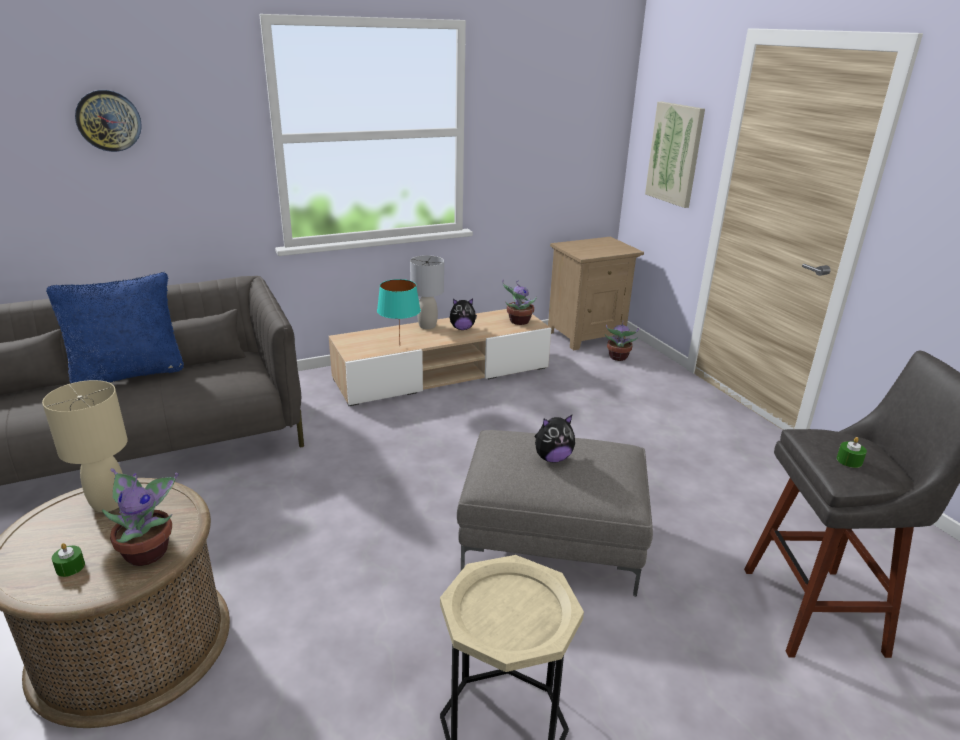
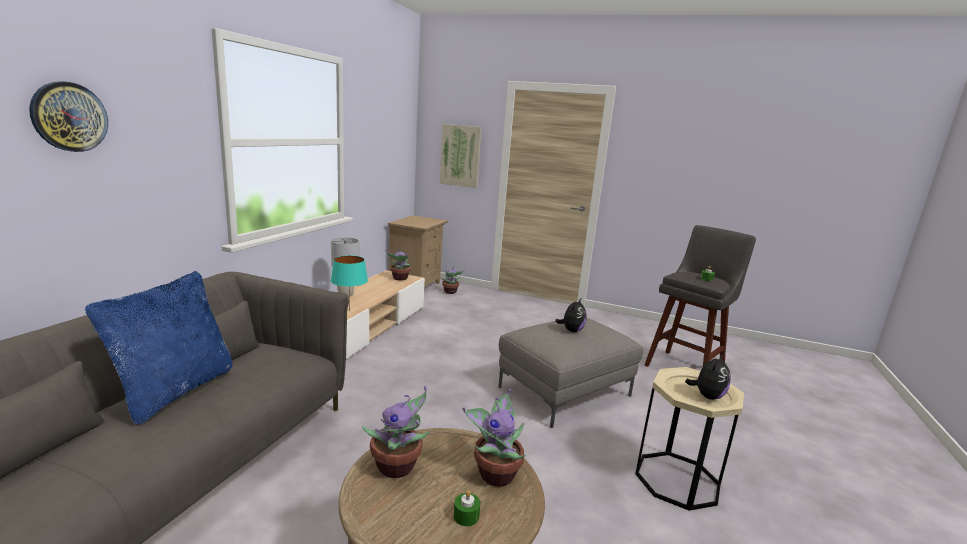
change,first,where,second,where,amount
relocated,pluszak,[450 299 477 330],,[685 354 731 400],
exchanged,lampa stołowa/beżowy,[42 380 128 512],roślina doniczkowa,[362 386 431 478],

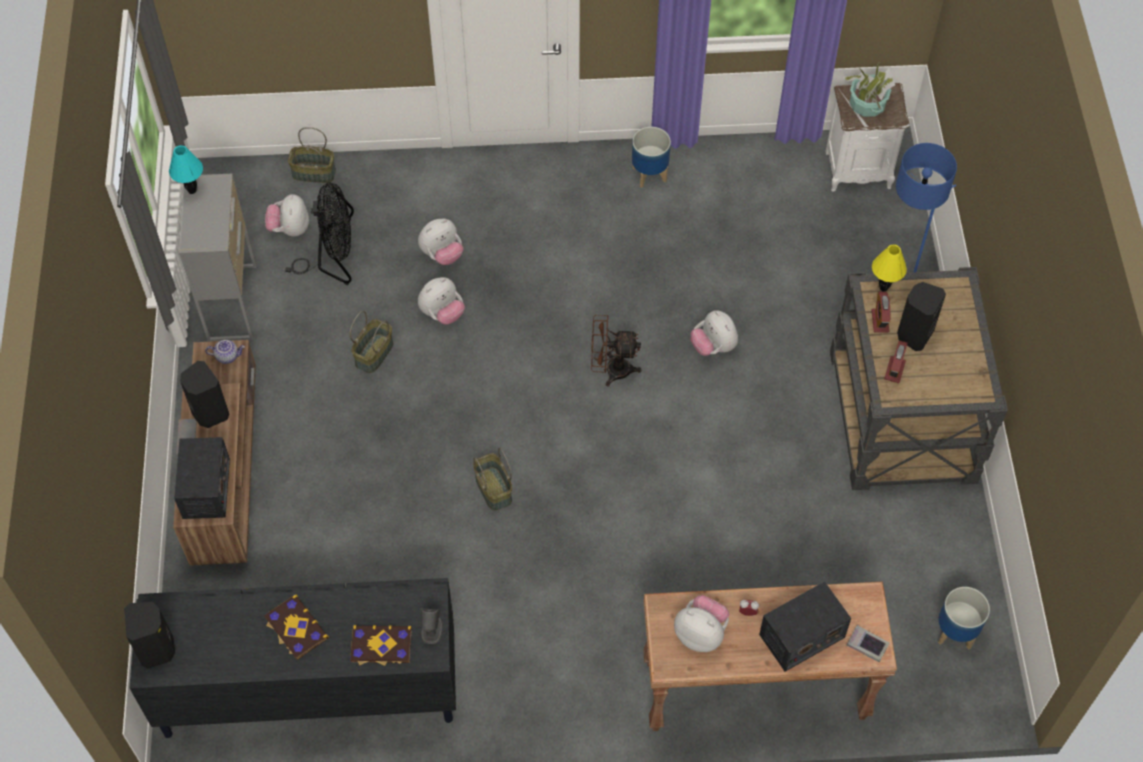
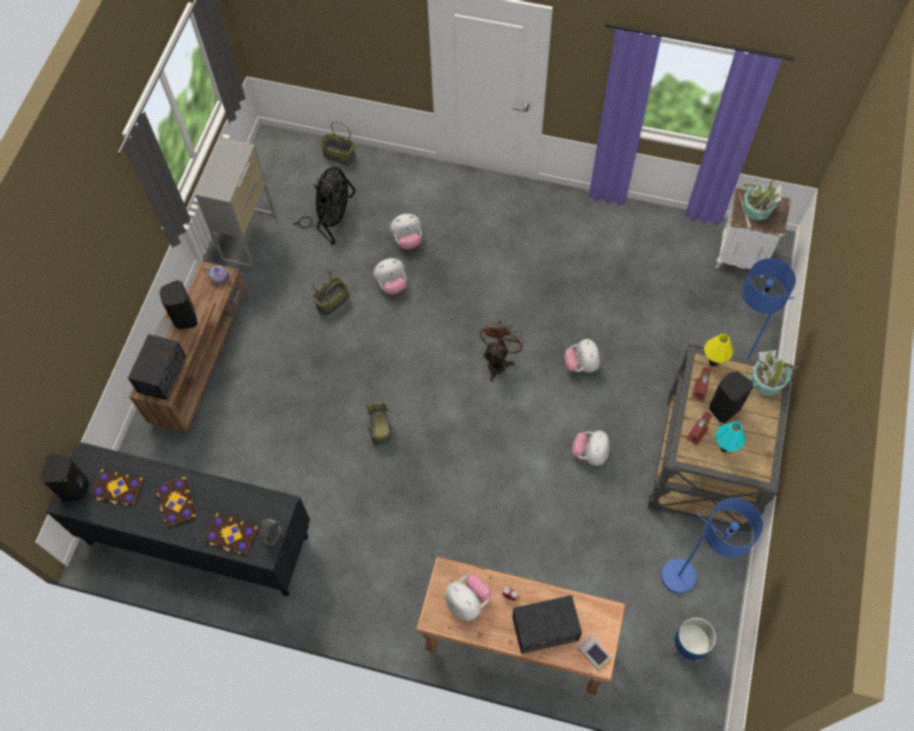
change,first,where,second,where,amount
missing,donica,[632 127 671 188],,,
appeared,,,książka,[91 469 144 506],
appeared,,,lampa stojąca/niebieski,[661 498 763 594],
appeared,,,roślina doniczkowa,[749 350 798 396],
relocated,lampa stołowa/turkusowy,[169 145 203 194],,[715 422 745 452],
relocated,pluszak,[265 194 309 236],,[572 431 609 466],
spun,wentylator/brązowy,[591 315 641 387],,[480 321 525 381],90 degrees clockwise

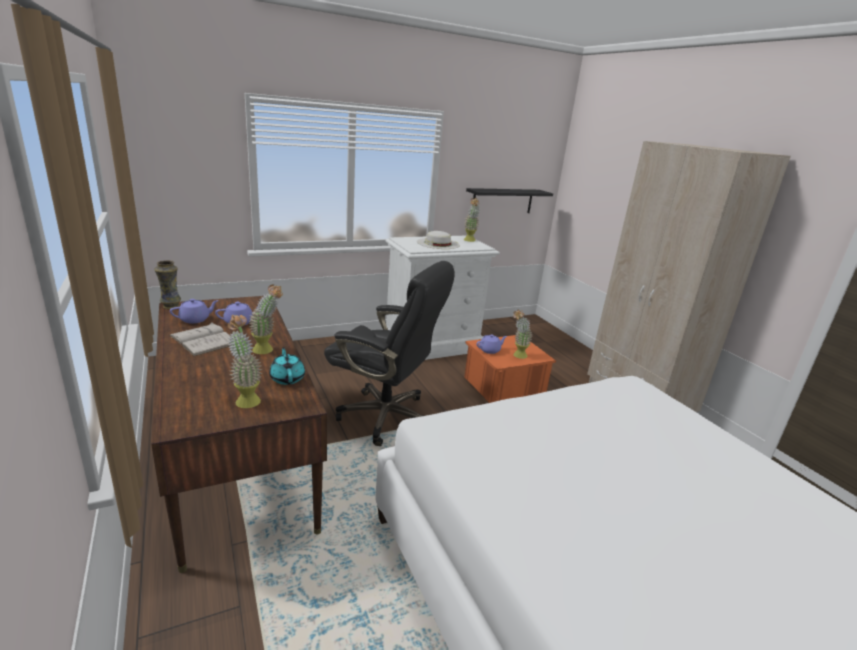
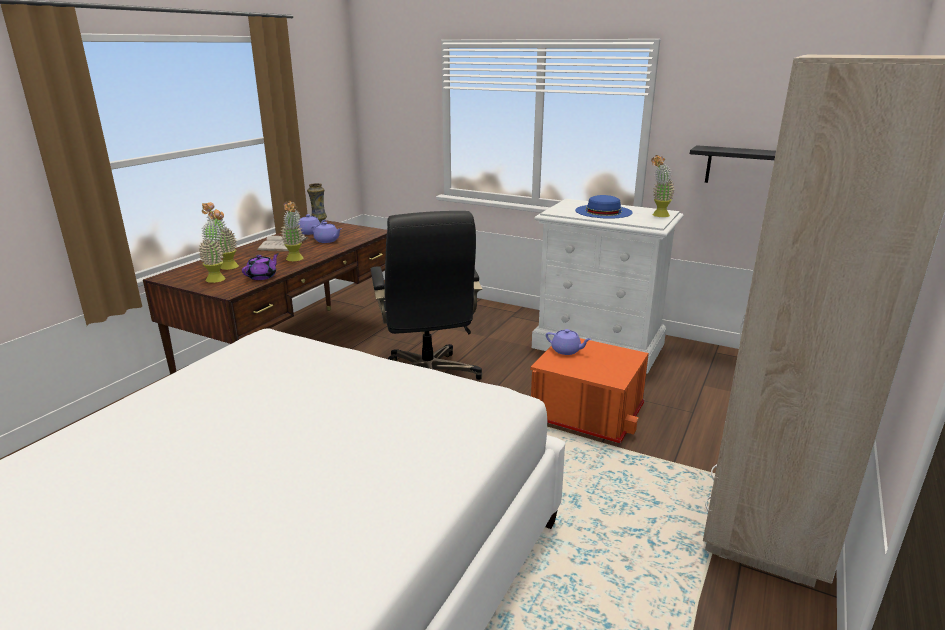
change,first,where,second,where,amount
relocated,roślina doniczkowa,[513 309 532 359],,[202 202 239 270],
colour,imbryk/turkusowy,[269 347 305 385],imbryk/fioletowy,[242 253 279 280],
colour,kapelusz/biały,[417 231 460 249],kapelusz/niebieski,[575 195 633 219],

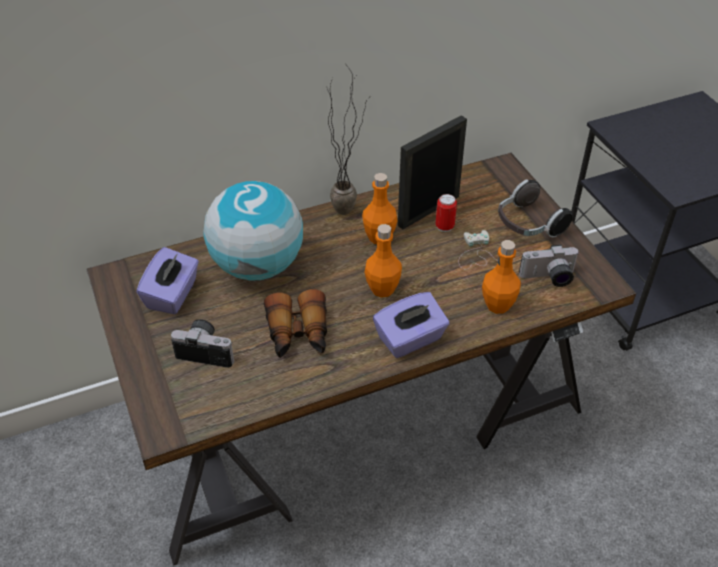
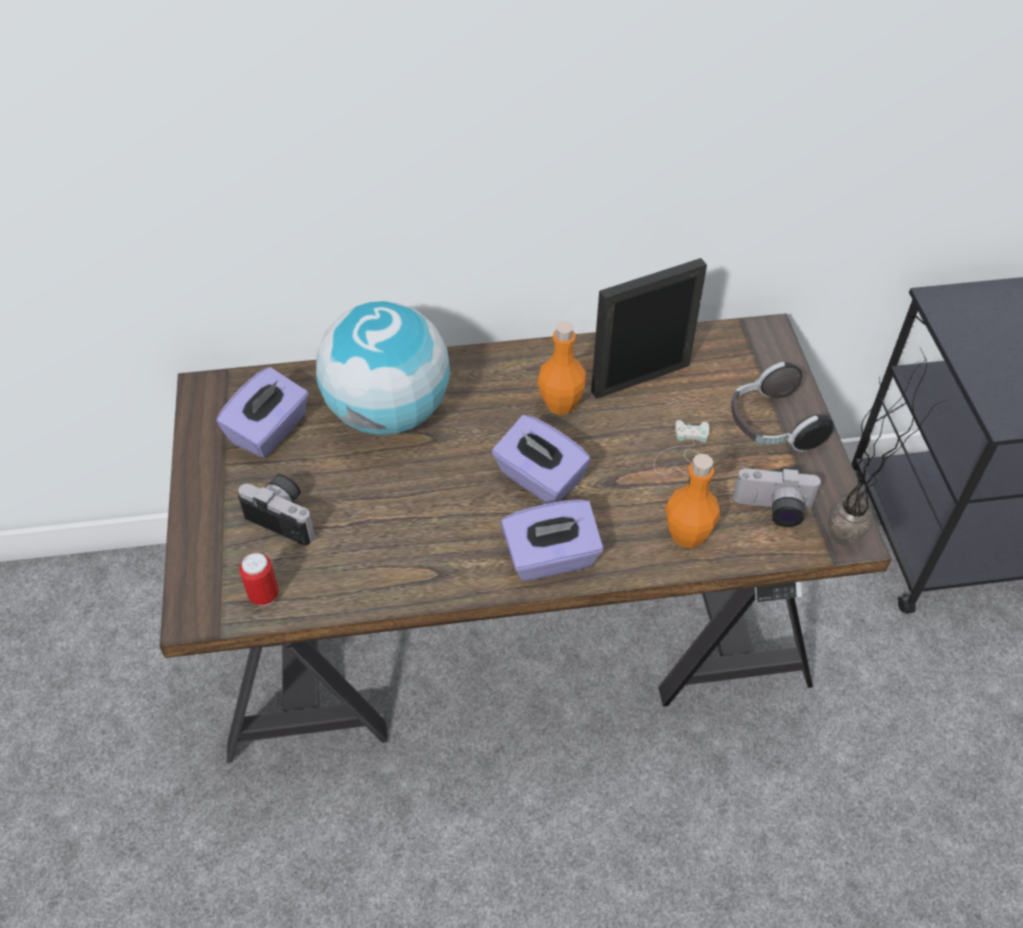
change,first,where,second,where,amount
missing,lornetka,[264 289 327 358],,,
relocated,roślina doniczkowa,[327 66 369 215],,[828 348 946 546],
relocated,puszka,[435 194 457 232],,[239 553 279 606],
exchanged,butelka/pomarańczowy,[364 224 402 298],pudełko chusteczek/fioletowy,[492 415 591 504],

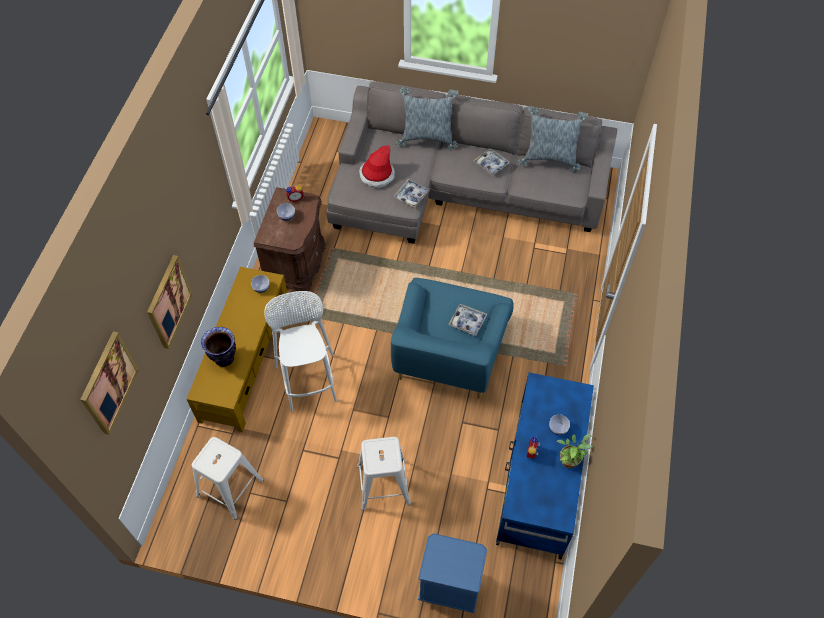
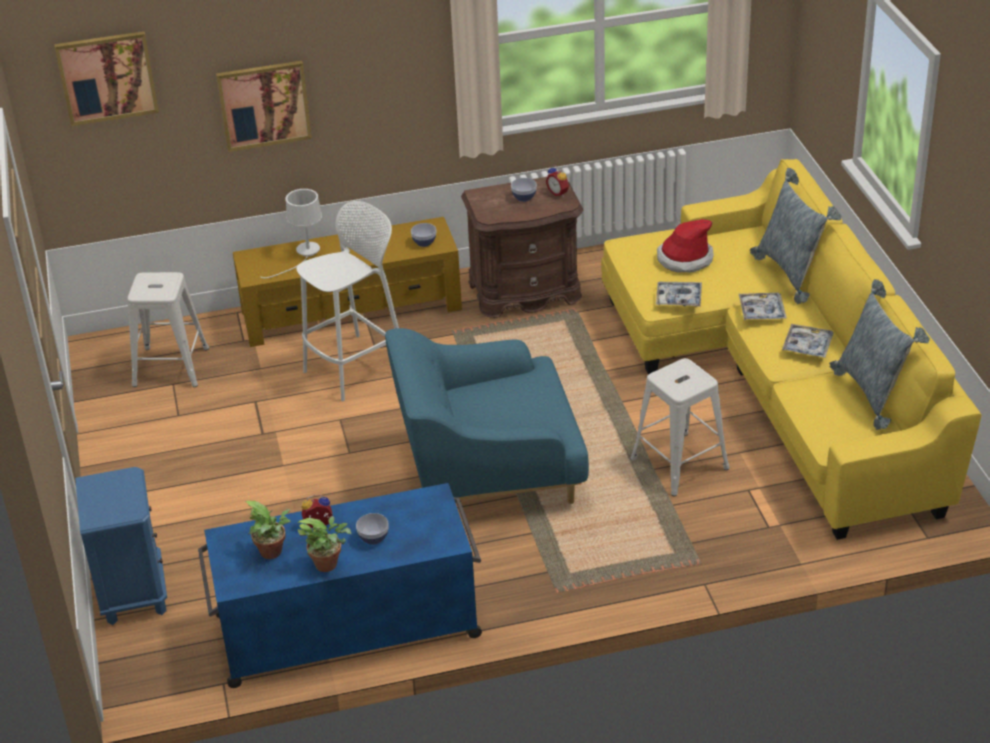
change,first,where,second,where,amount
appeared,,,roślina doniczkowa,[245 501 291 559],
relocated,stołek/biały,[357 437 411 511],,[630 358 730 496],
relocated,taca,[448 304 488 336],,[739 293 787 320],
exchanged,wazon,[201 327 236 367],lampa stołowa/biały,[260 189 322 279],
colour,kanapa/szary,[327 81 617 244],kanapa/żółty,[601 159 982 540],

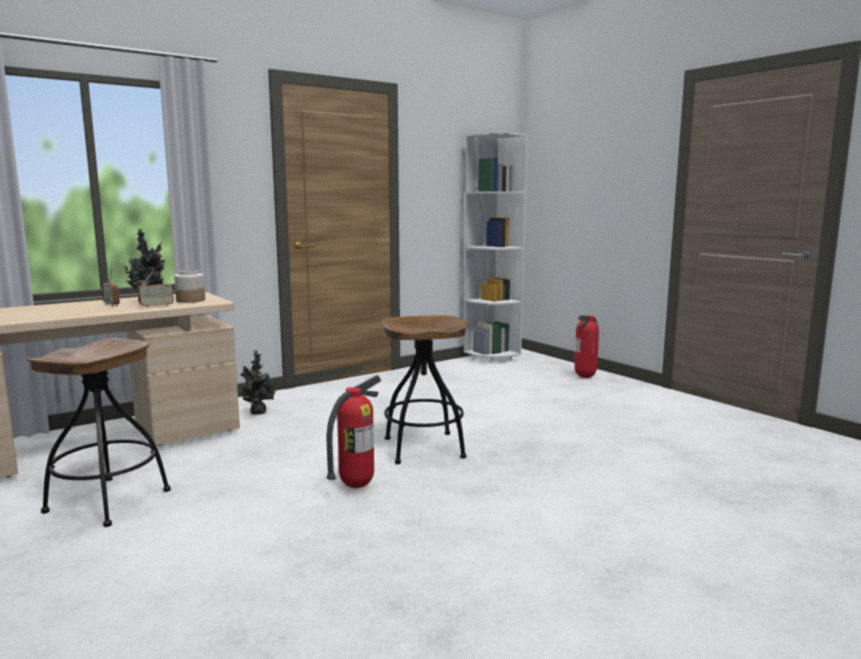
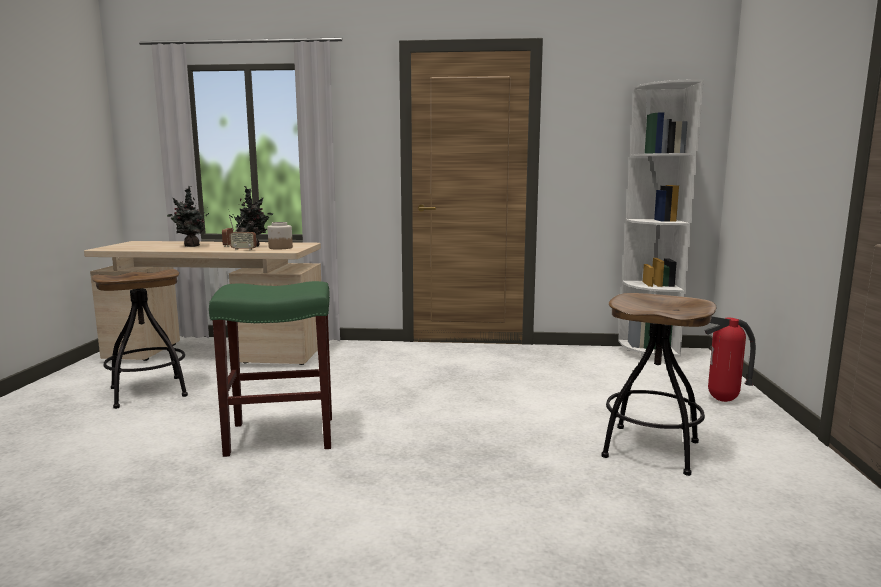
change,first,where,second,where,amount
relocated,roślina doniczkowa,[240 350 277 415],,[167 186 209 247],
relocated,stołek/brązowy,[382 315 468 464],,[602 293 717 476],
exchanged,gaśnica,[327 375 381 488],stołek/zielony,[209 281 332 457],

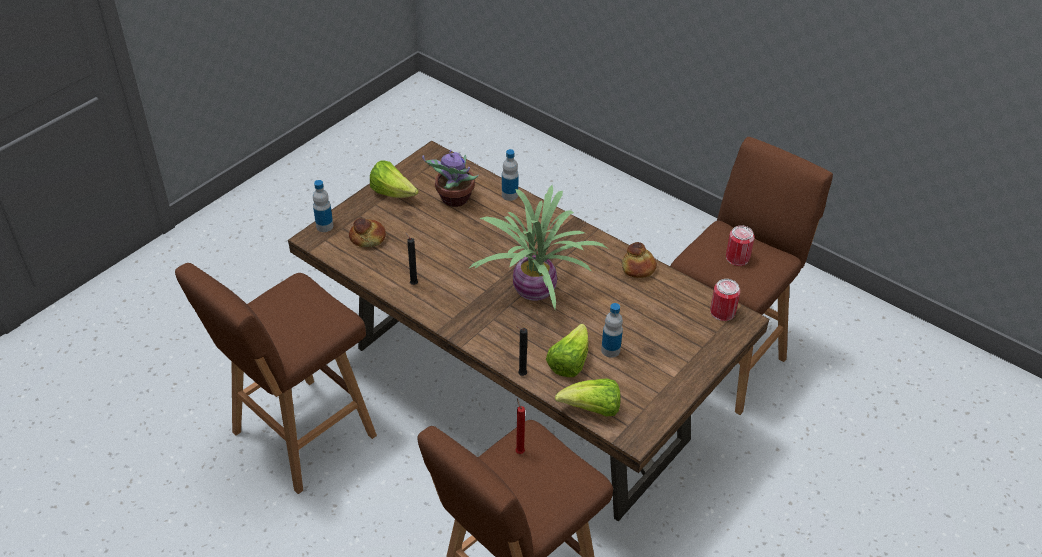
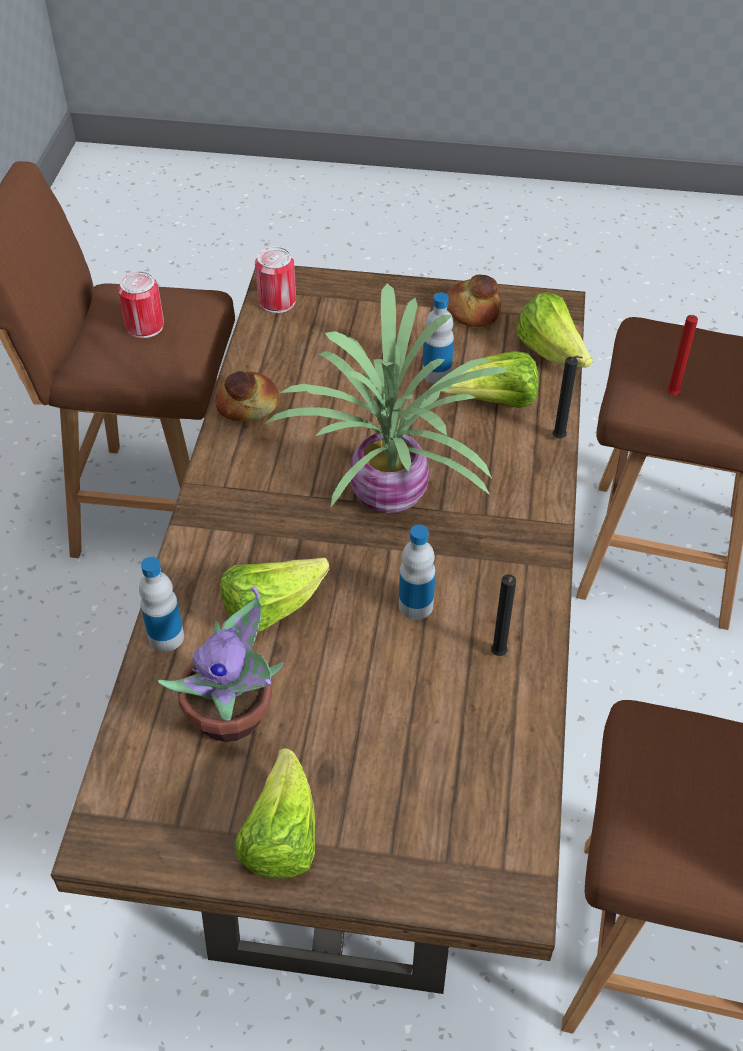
change,first,where,second,where,amount
appeared,,,sałata,[220 558 330 632],
relocated,butelka,[313 180 333 232],,[399 525 436 620],
relocated,chleb,[349 218 386 247],,[447 275 501 327],

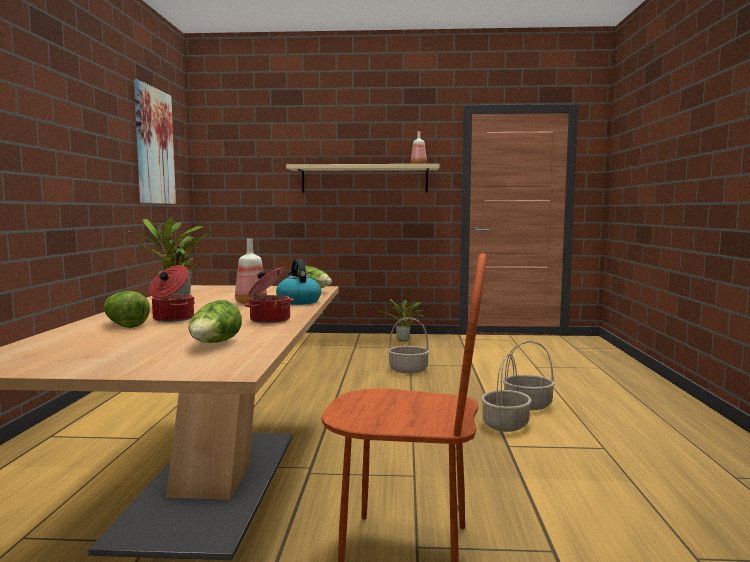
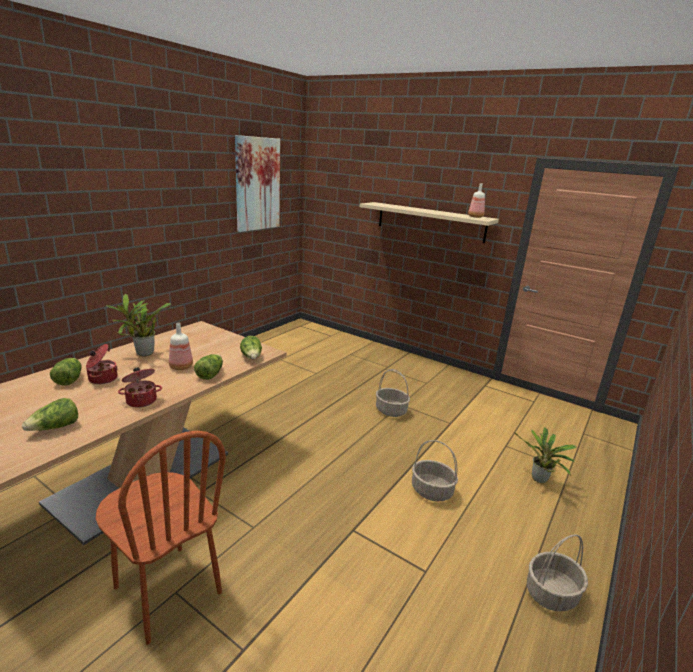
change,first,where,second,where,amount
relocated,roślina doniczkowa,[377 299 424 341],,[514 427 577 483],
relocated,koszyk,[481 354 532 432],,[527 535 588 611],
exchanged,czajnik,[276 259 321 305],sałata,[194 354 223 380],

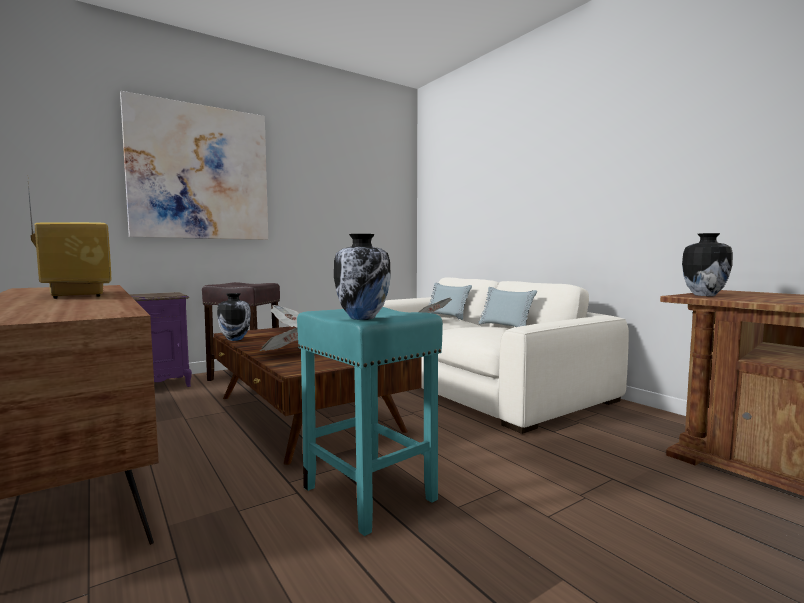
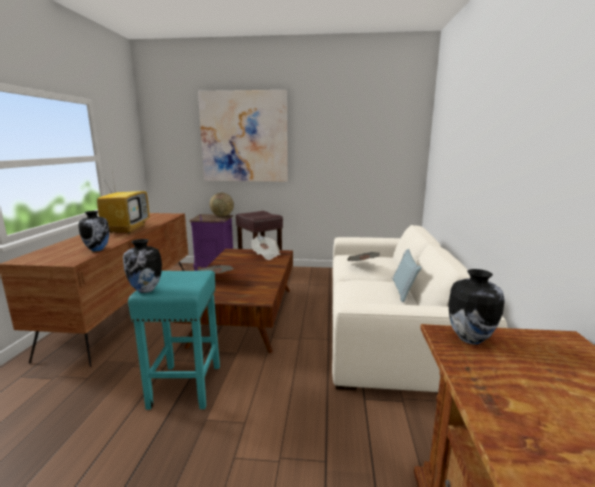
change,first,where,second,where,amount
missing,poduszka/niebieski,[428 283 472 320],,,
appeared,,,globus,[210 193 234 217],
relocated,wazon,[217 293 251 341],,[78 211 109 251],

